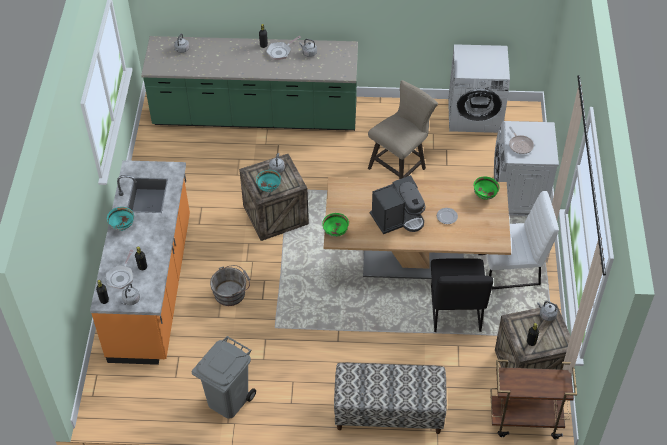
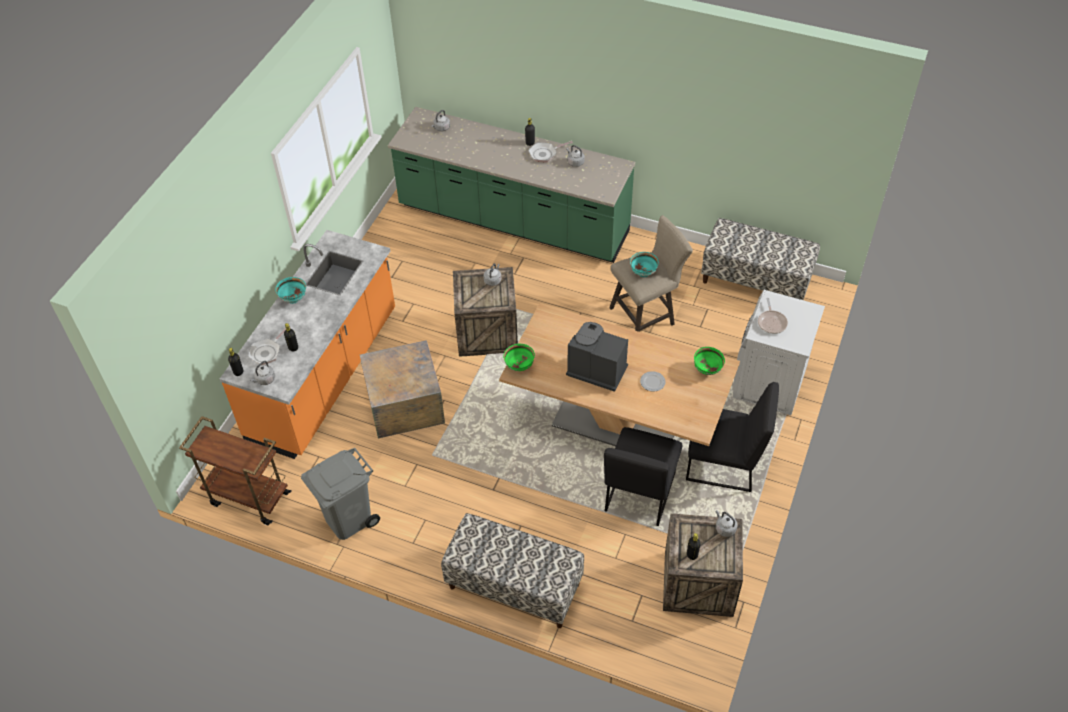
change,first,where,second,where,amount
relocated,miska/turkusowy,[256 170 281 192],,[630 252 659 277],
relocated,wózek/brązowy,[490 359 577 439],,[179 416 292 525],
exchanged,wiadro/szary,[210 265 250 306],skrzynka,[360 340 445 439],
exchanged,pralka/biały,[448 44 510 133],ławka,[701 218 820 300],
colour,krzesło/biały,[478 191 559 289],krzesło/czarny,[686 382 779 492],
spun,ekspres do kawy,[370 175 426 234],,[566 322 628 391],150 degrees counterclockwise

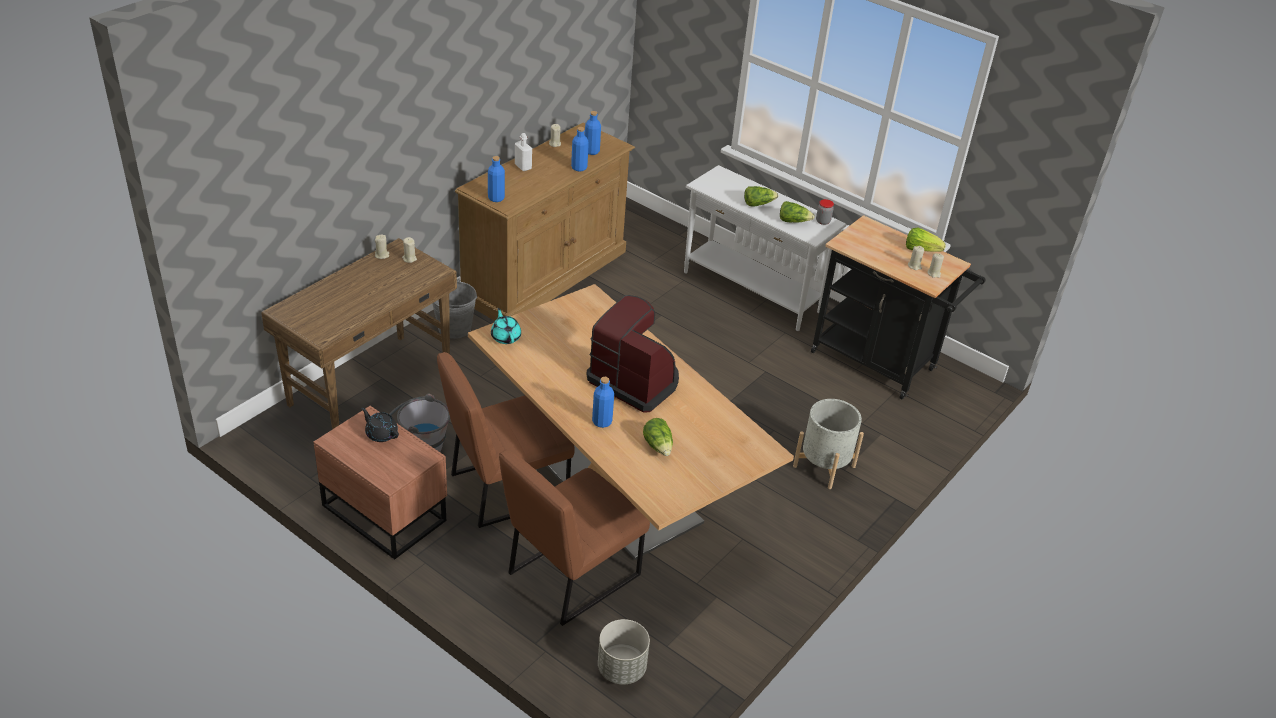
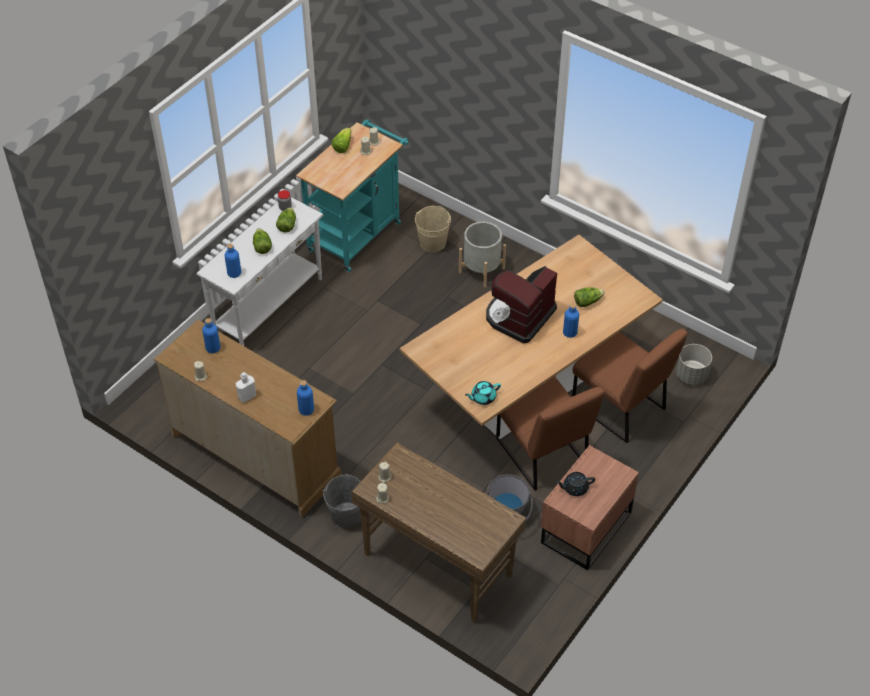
change,first,where,second,where,amount
appeared,,,wiadro/beżowy,[415 206 451 252],
relocated,butelka/niebieski,[571 127 589 172],,[224 244 241 278],
colour,wózek/czarny,[811 215 986 400],wózek/turkusowy,[296 119 409 272],
spun,imbryk/czarny,[361 408 399 442],,[556 472 595 496],45 degrees clockwise

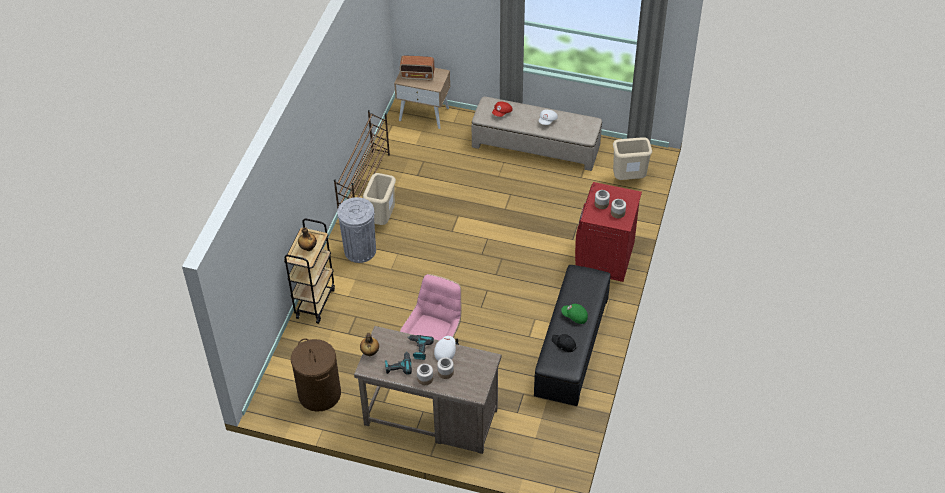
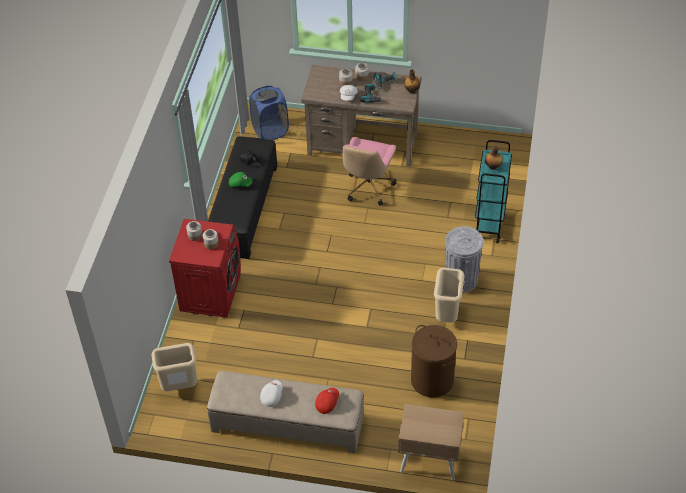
change,first,where,second,where,amount
missing,regał na buty/brązowy,[334 110 390 208],,,
missing,radio,[400 56 434 80],,,
appeared,,,kosz na pranie/niebieski,[249 86 289 140],
relocated,kosz na pranie/brązowy,[291 339 341 412],,[411 325 457 398],
colour,wózek/brązowy,[284 218 335 324],wózek/turkusowy,[475 140 512 243],

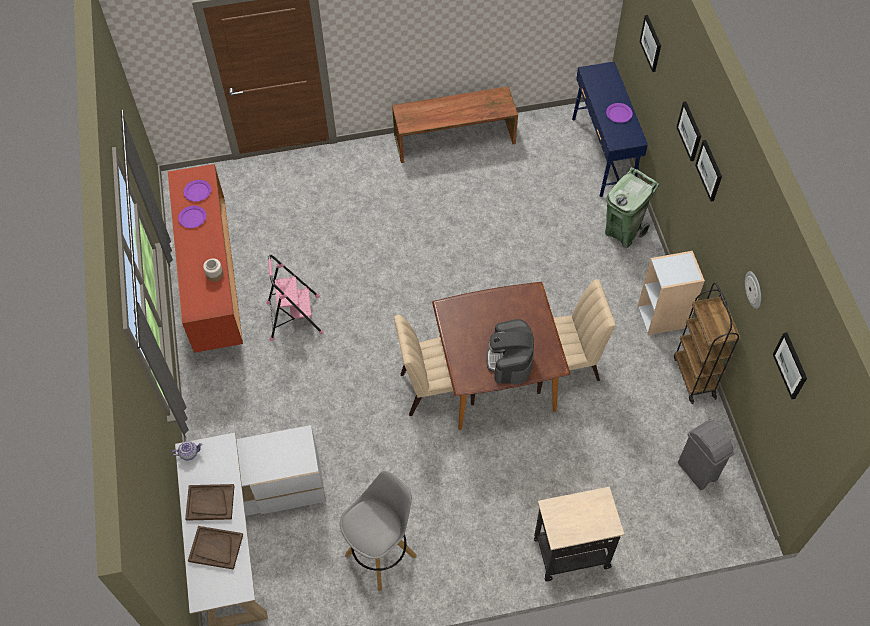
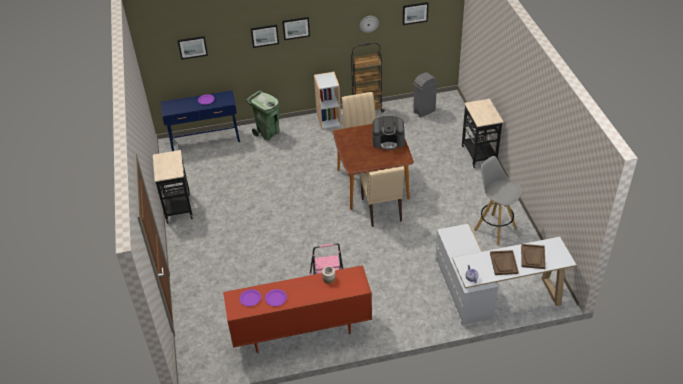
change,first,where,second,where,amount
exchanged,ławka/brązowy,[392 86 518 163],wózek,[153 150 193 224],

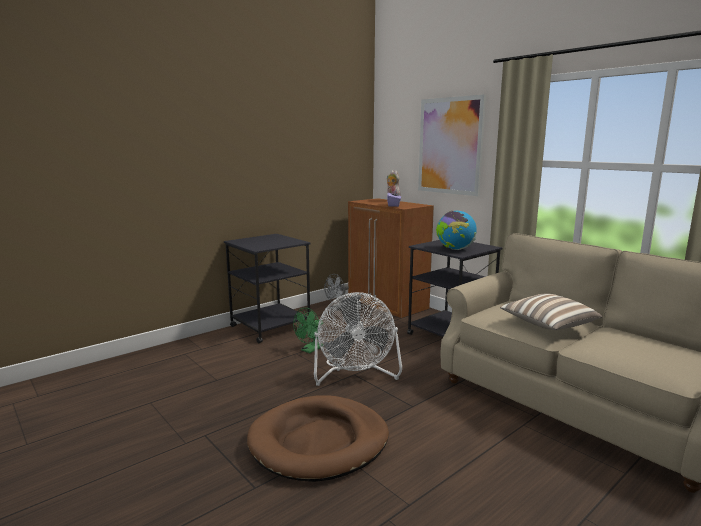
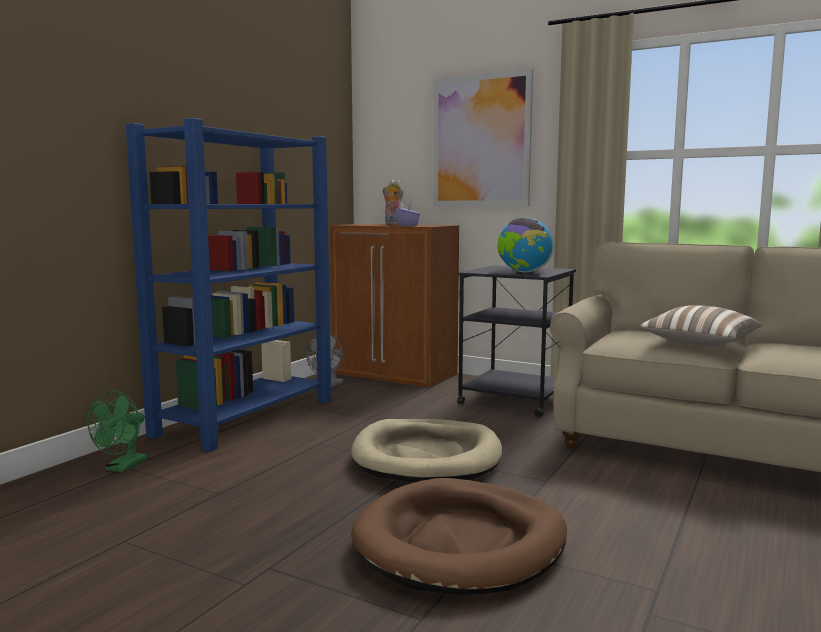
change,first,where,second,where,amount
relocated,wentylator/zielony,[293 308 323 353],,[87 391 147 472],
exchanged,wózek/czarny,[224 234 311 343],regał/niebieski,[126 118 331 452],
exchanged,wentylator/biały,[314 292 402 386],legowisko/beżowy,[351 419 502 482],

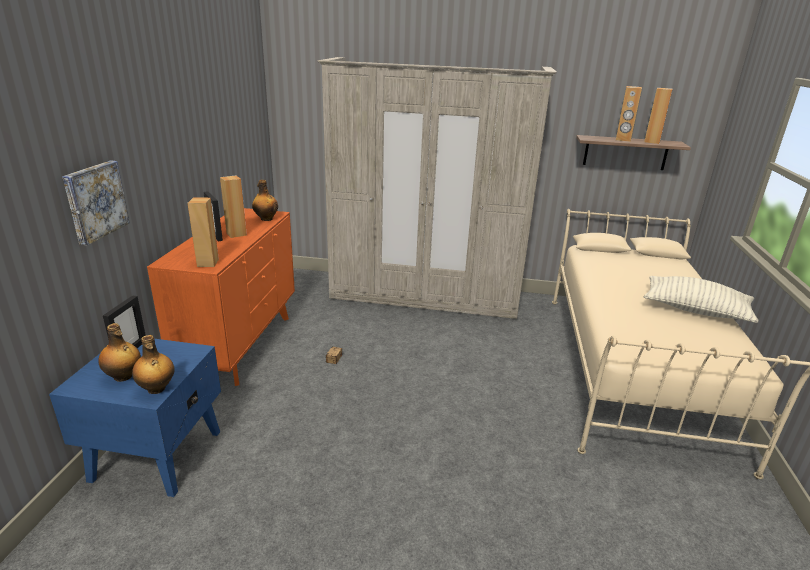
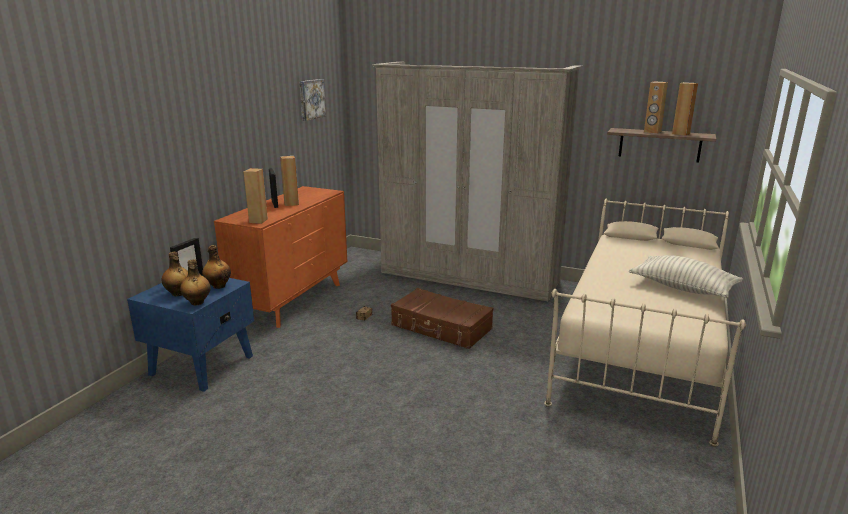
change,first,where,second,where,amount
appeared,,,walizka/brązowy,[391 288 493 349],
relocated,obraz,[62 160 130 245],,[299 79 326 121],
relocated,butelka,[252 180 278 221],,[202 245 231 289],

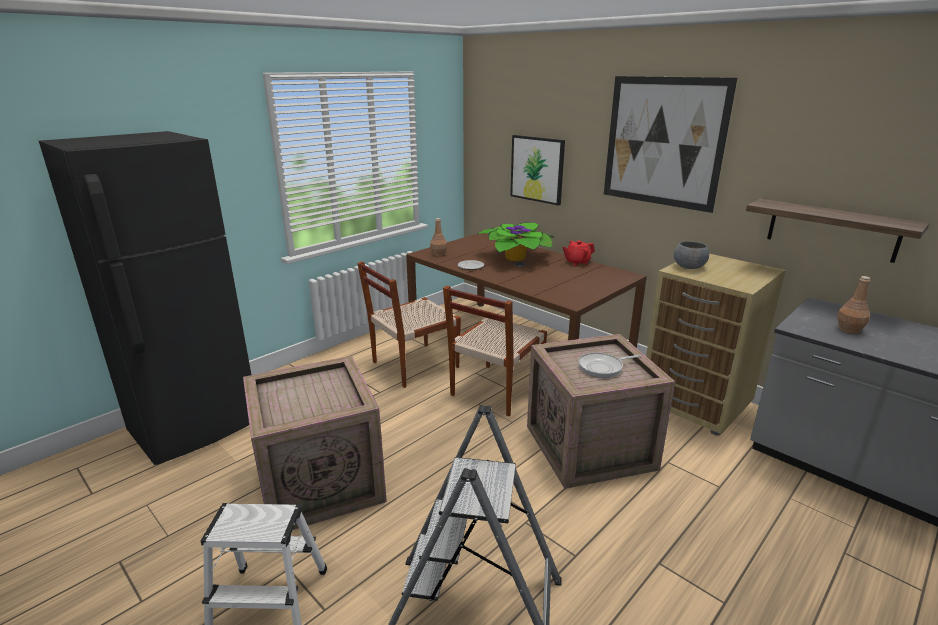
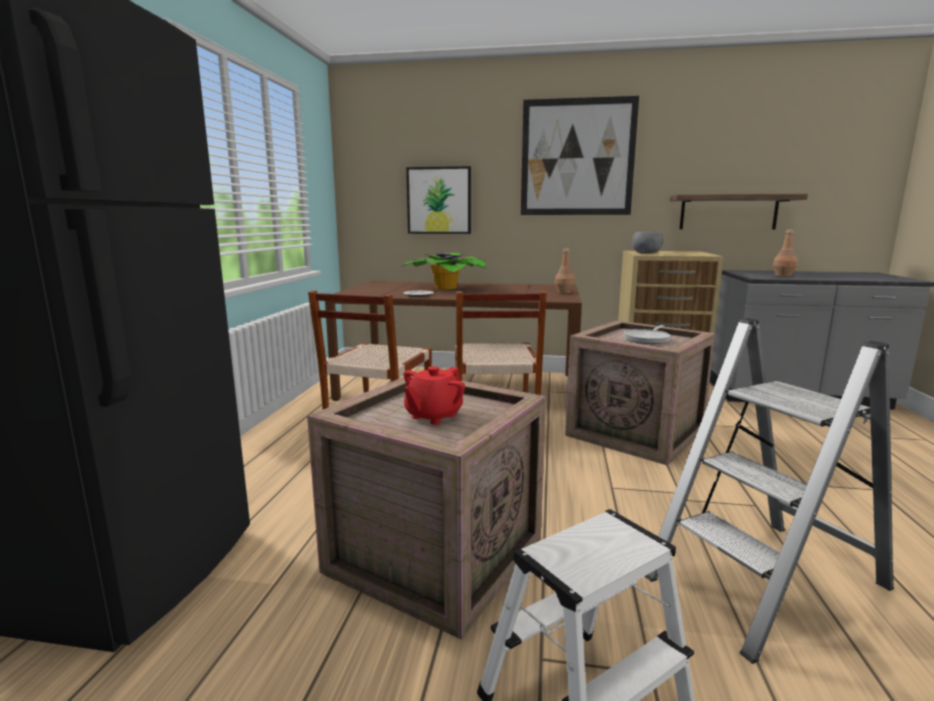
change,first,where,second,where,amount
relocated,butelka/brązowy,[430 218 447 256],,[555 249 575 293],
relocated,imbryk/czerwony,[562 241 595 266],,[404 366 465 425],

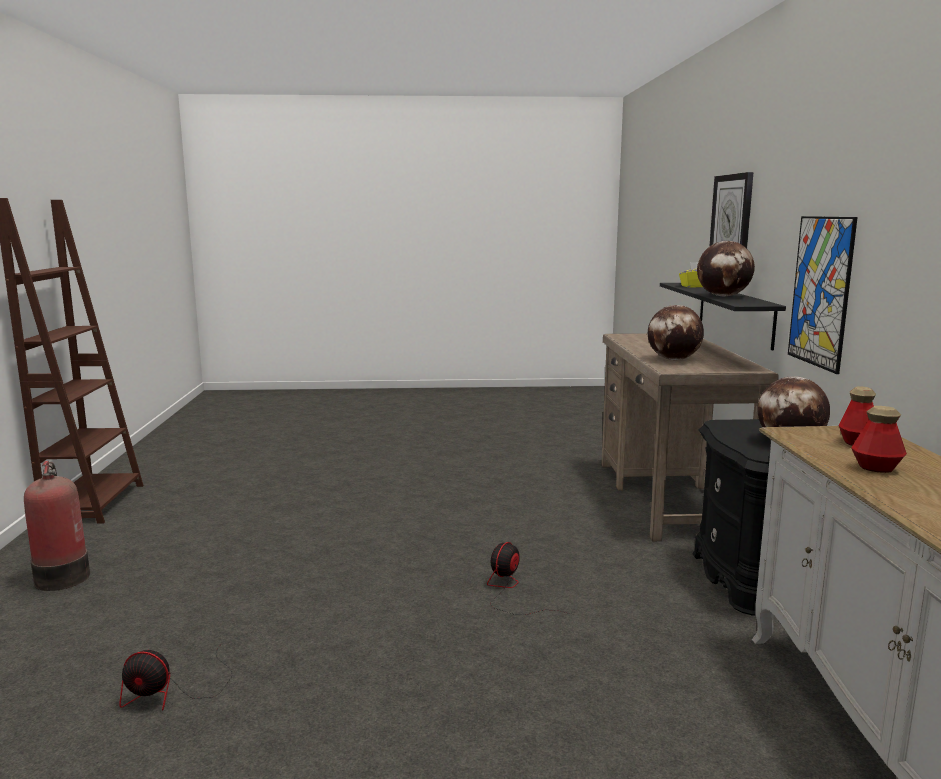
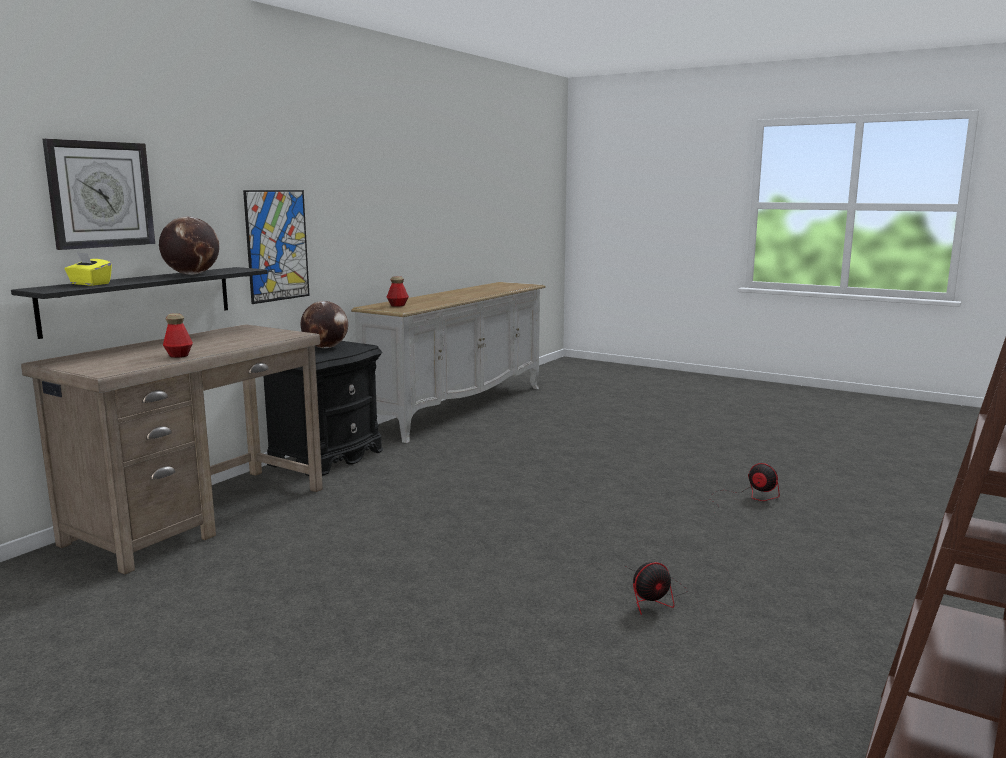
change,first,where,second,where,amount
missing,gaśnica,[24 461 90 591],,,
missing,globus,[648 305 704 360],,,
relocated,wentylator,[487 542 570 615],,[623 562 687 615],
relocated,butelka,[851 406 907 473],,[163 313 193 358],

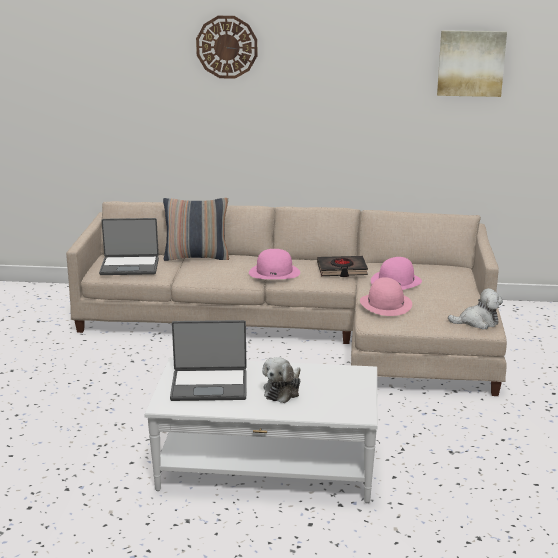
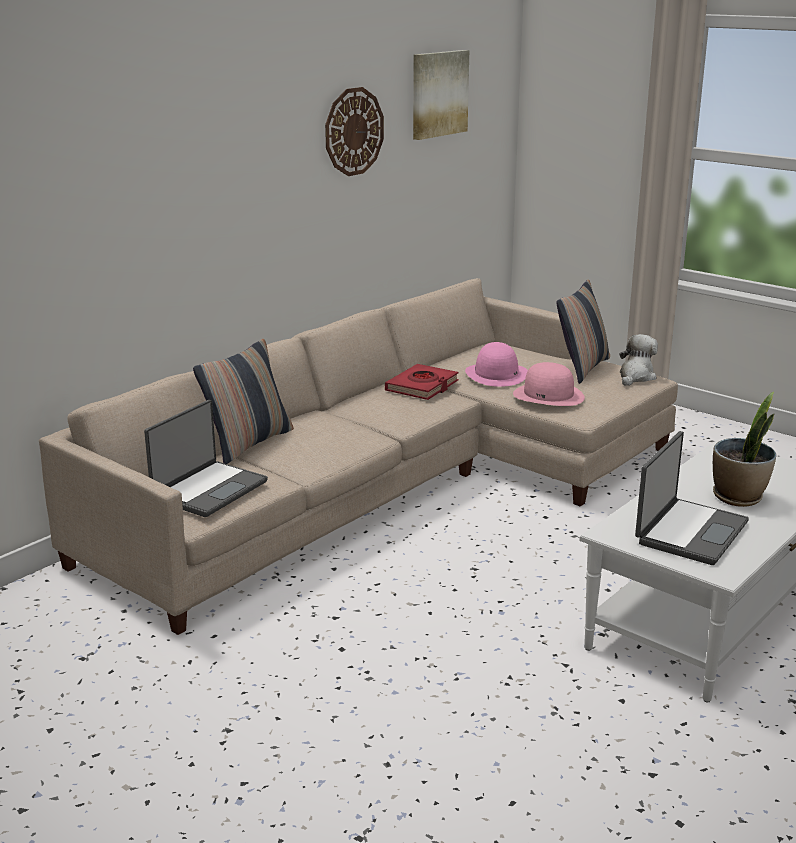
change,first,where,second,where,amount
missing,kapelusz/różowy,[249 249 300 279],,,
appeared,,,poduszka,[556 279 610 384],
relocated,zegar ścienny,[196 16 257 79],,[325 87 384 176],
exchanged,pluszak,[262 357 301 403],roślina doniczkowa,[713 392 776 507],
colour,książka/czarny,[317 256 368 277],książka/czerwony,[385 364 459 400],

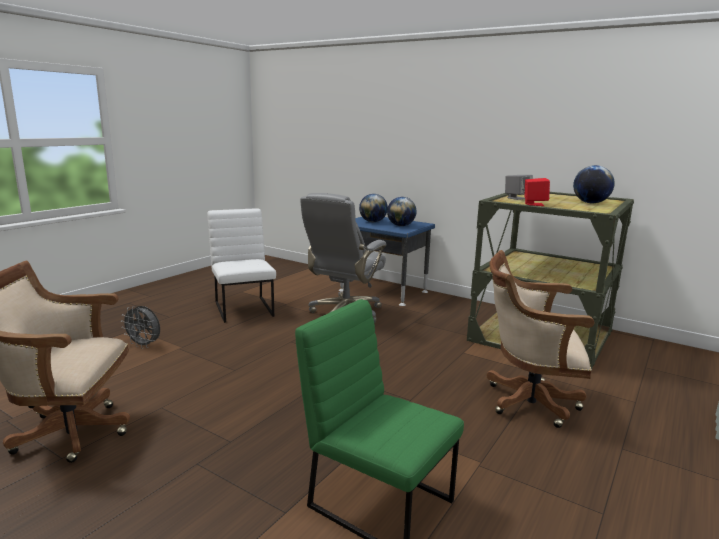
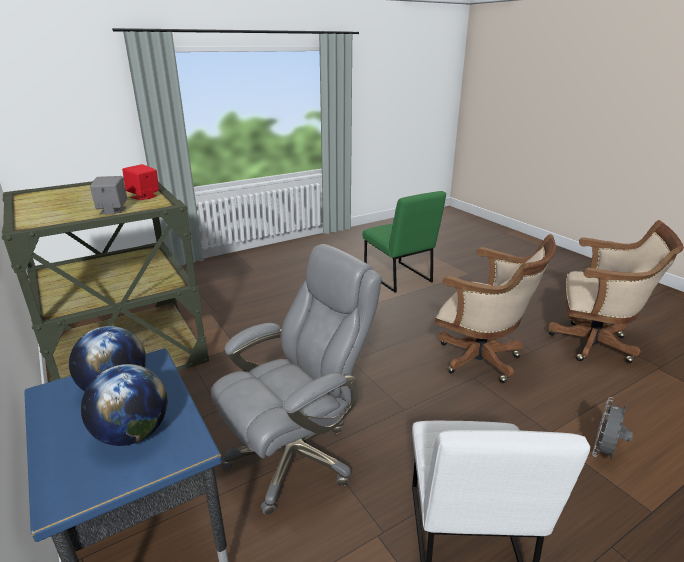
change,first,where,second,where,amount
missing,globus,[573 165 615 203],,,
relocated,krzesło biurowe,[486 250 594 428],,[435 234 556 383],
spun,wentylator/szary,[121 306 160 349],,[592 397 633 459],105 degrees counterclockwise

